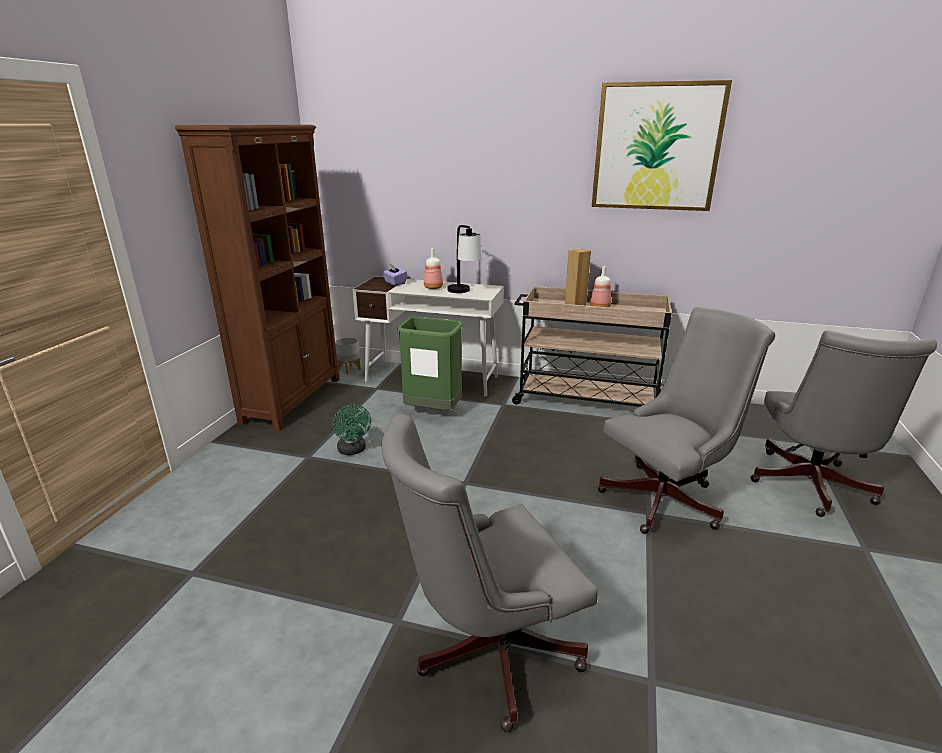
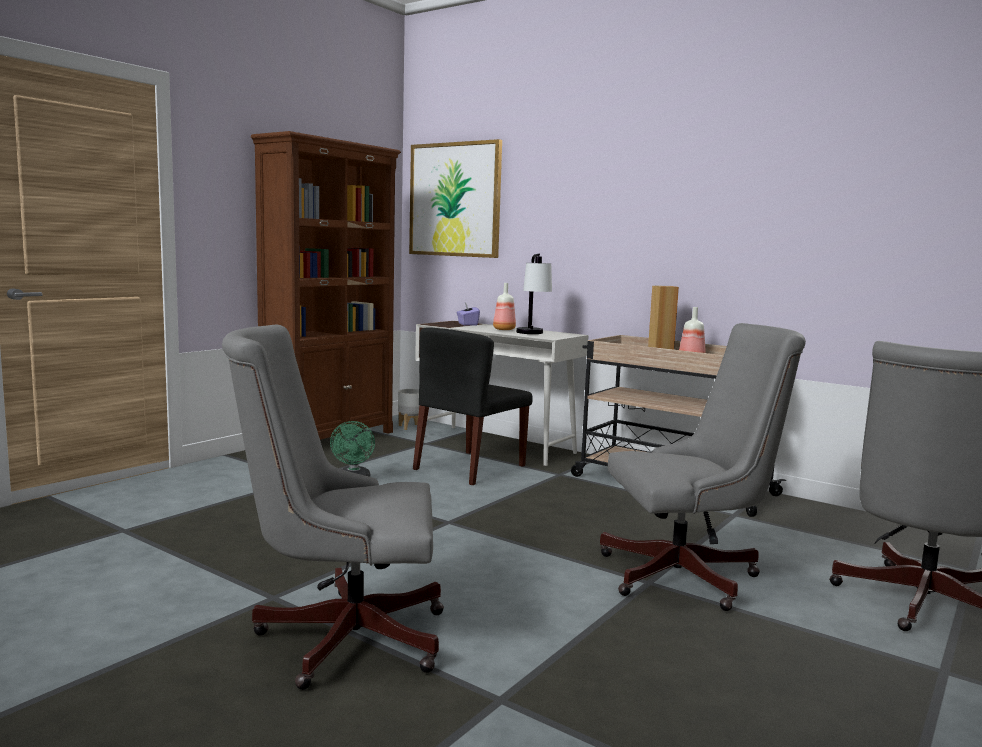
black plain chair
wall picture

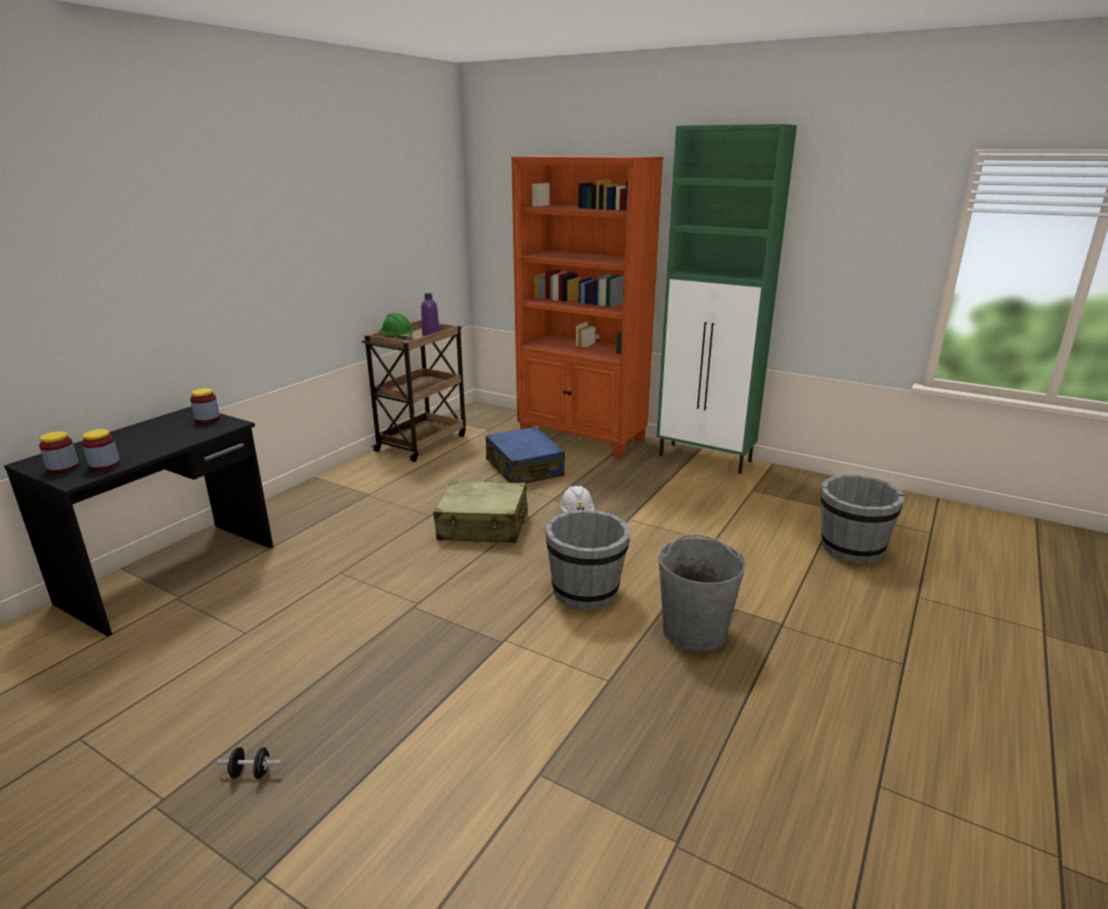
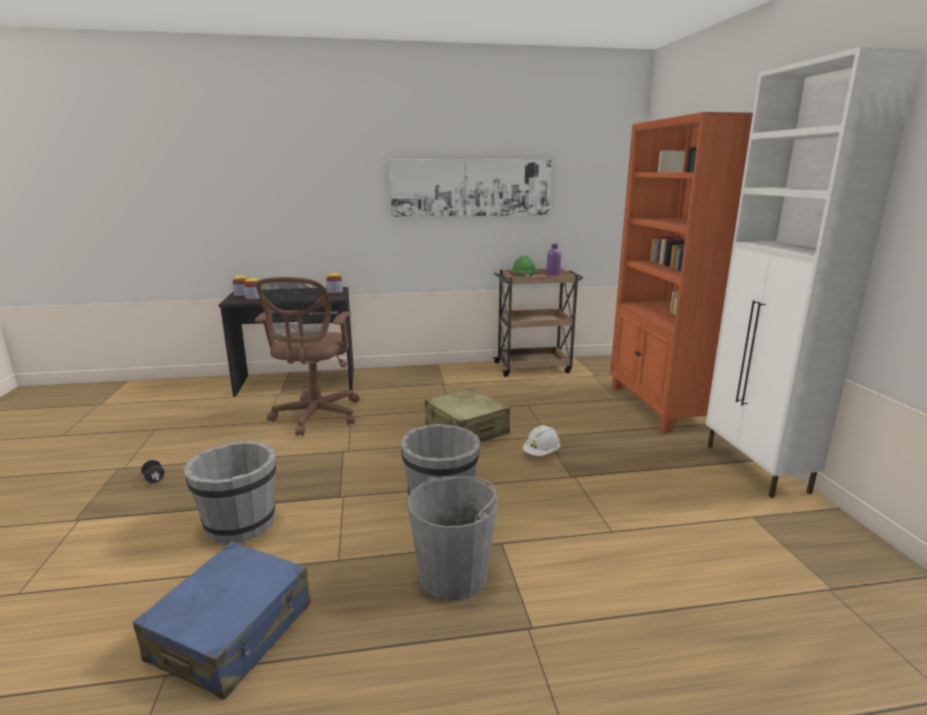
blue travel case
white-coloured cupboard
grey pail (1st from left)
brown-coloured computer chair
wall picture

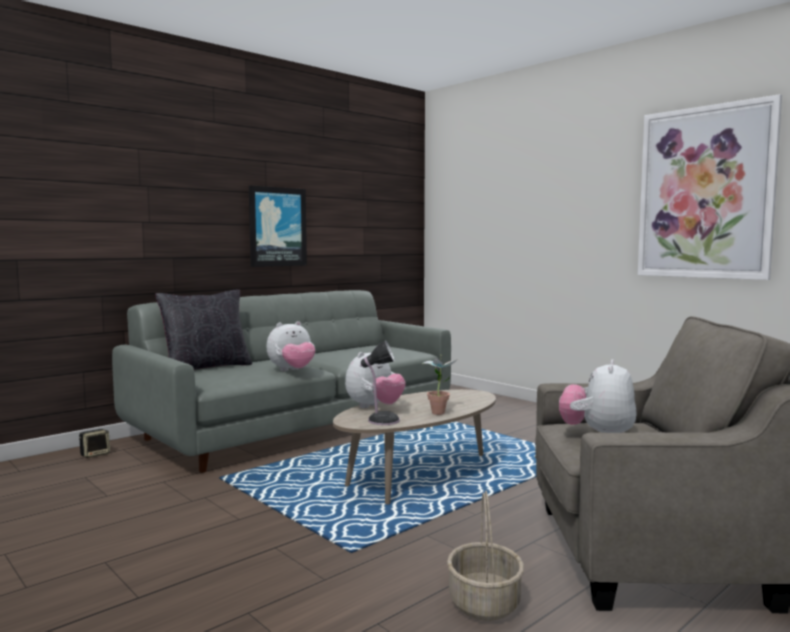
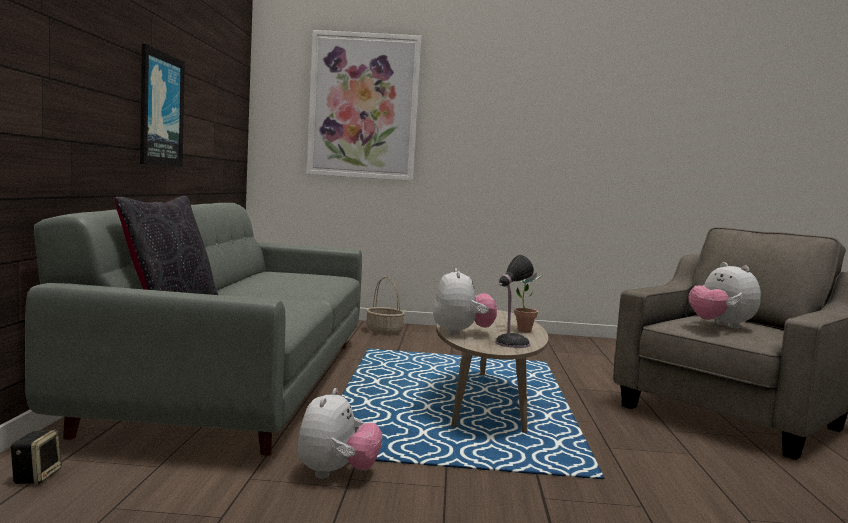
plush toy (1st from left)
household basket
wall picture (2nd from left)

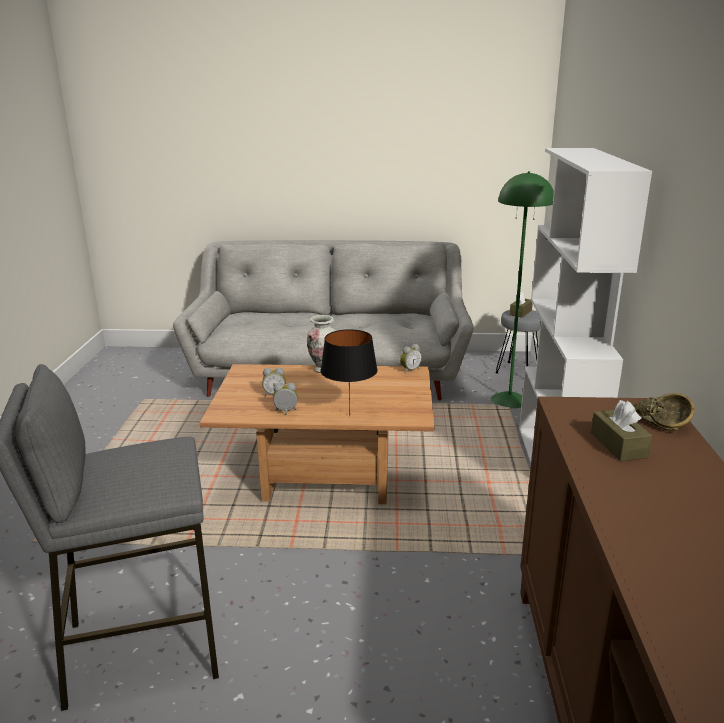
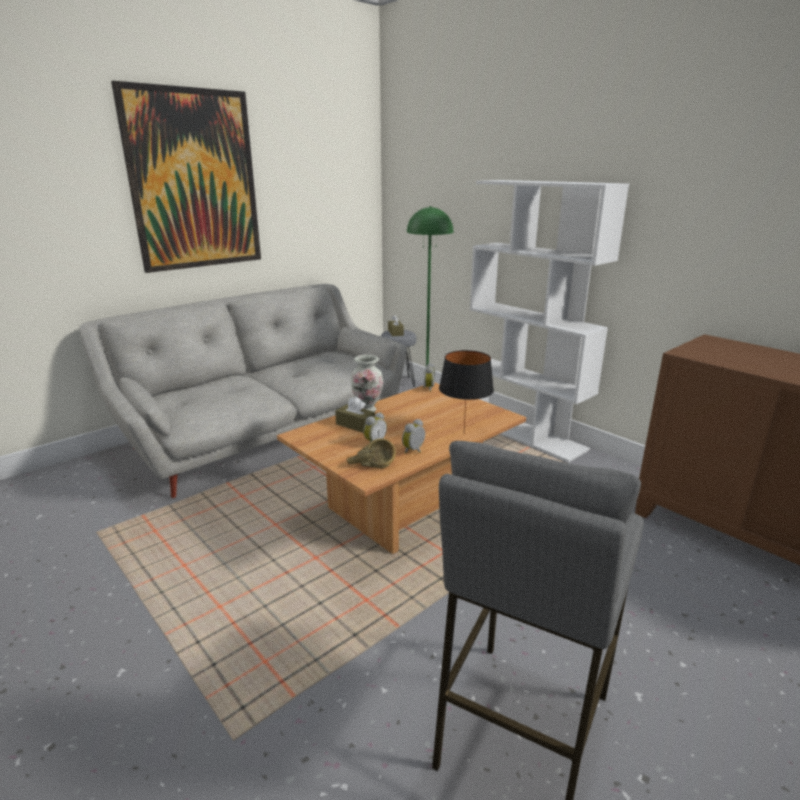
brown-coloured tissue holder (1st from left)
brown-coloured deep dish
wall picture

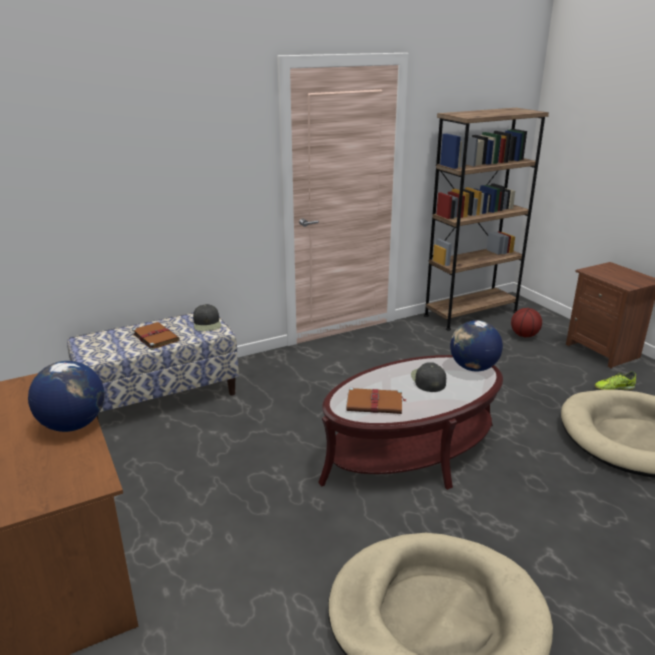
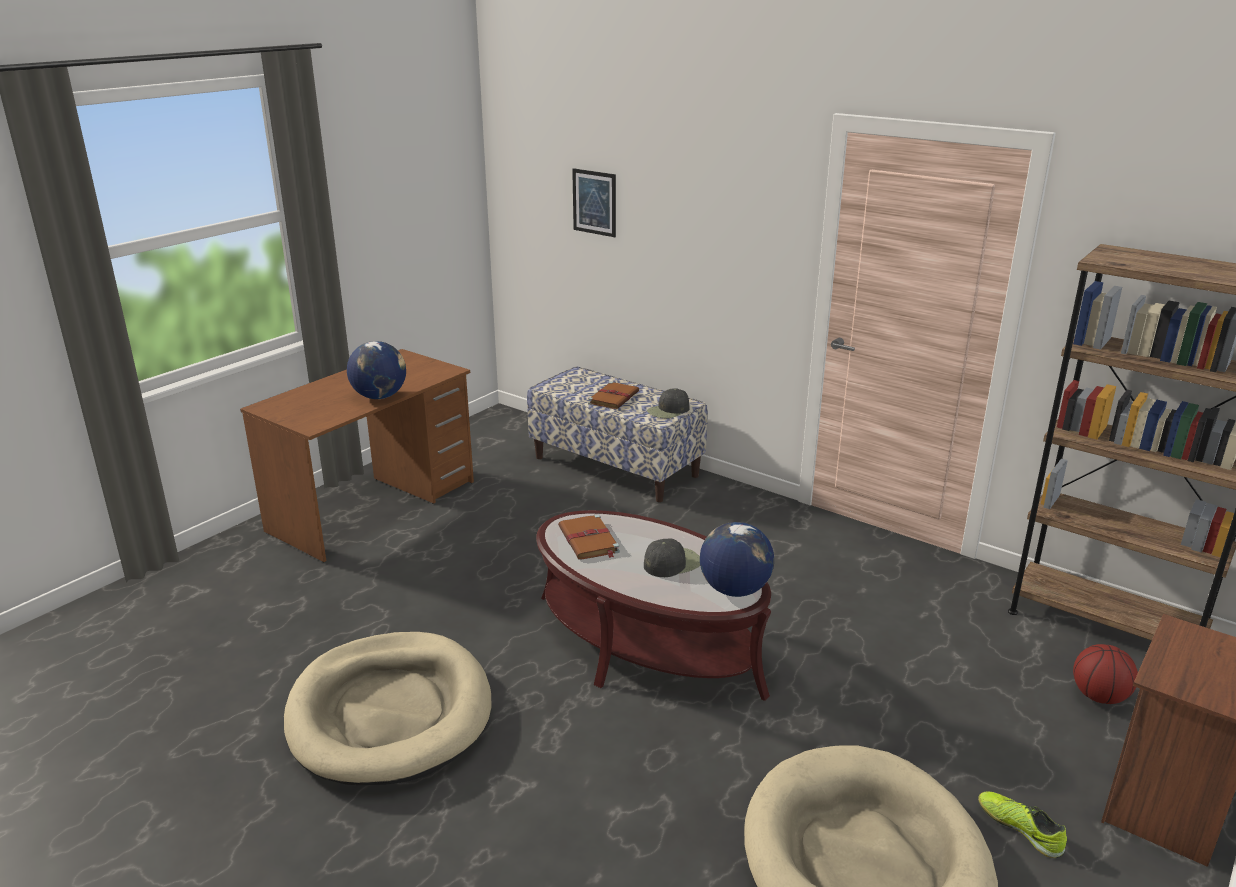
wall picture

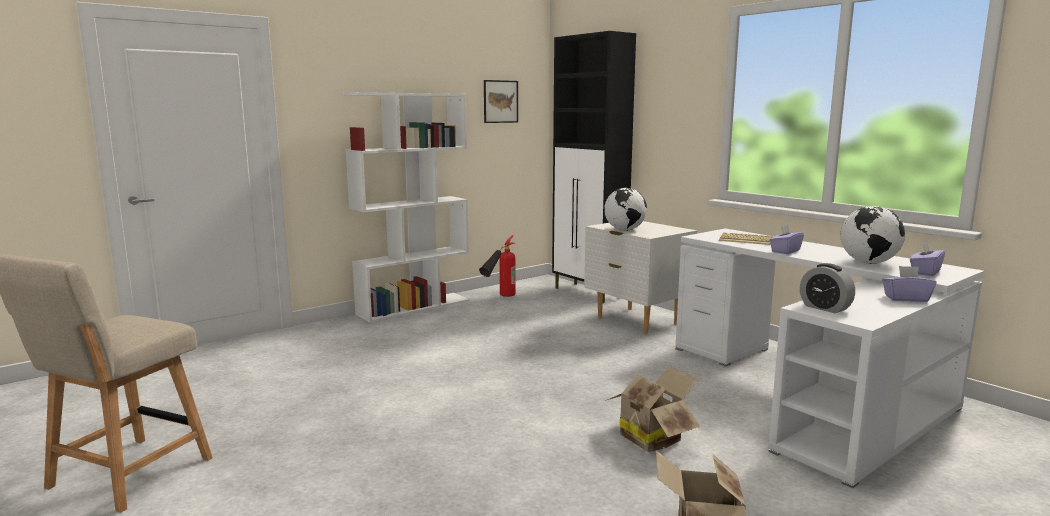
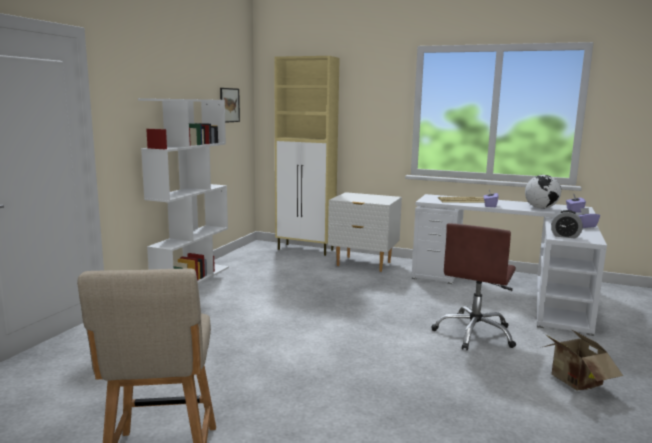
extinguisher
beige cupboard
world globe (1st from left in the first image)
brown-coloured computer chair

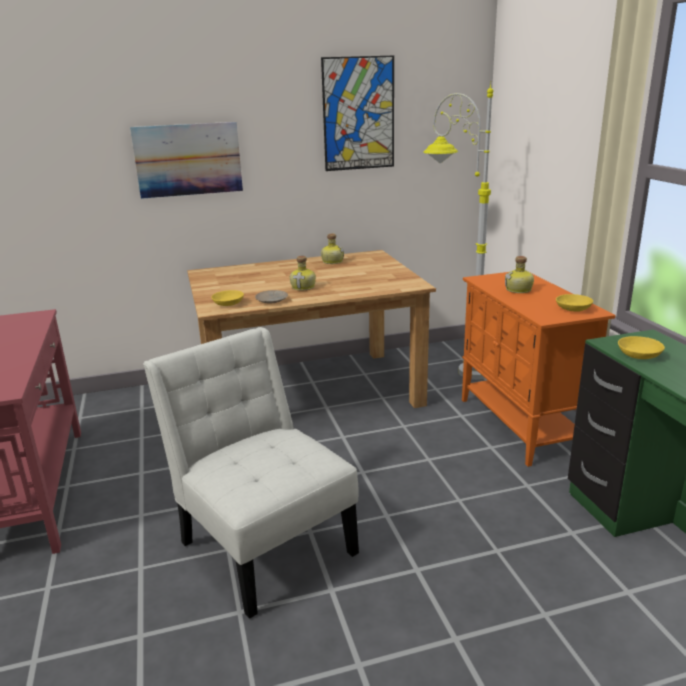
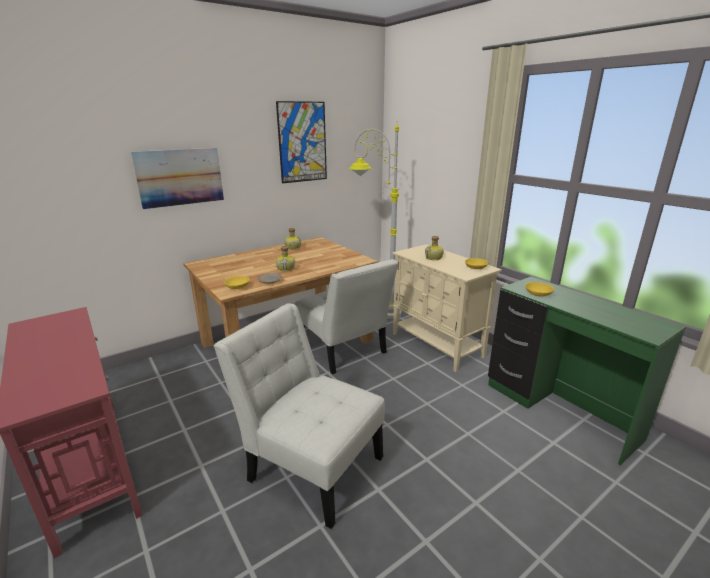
beige cupboard
white-coloured plain chair (2nd from left)

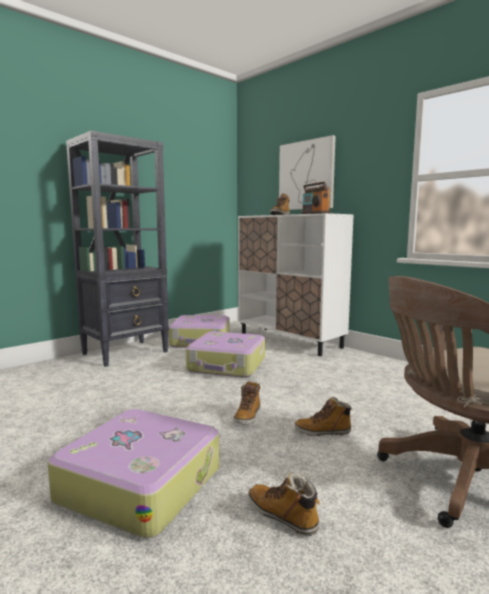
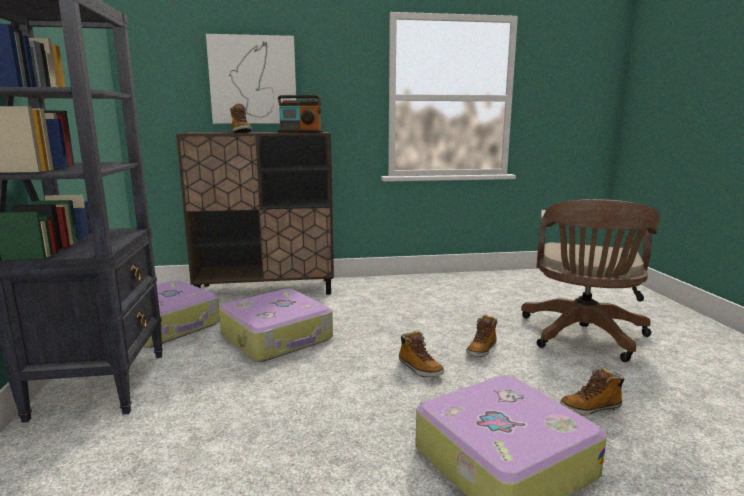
brown-coloured cupboard

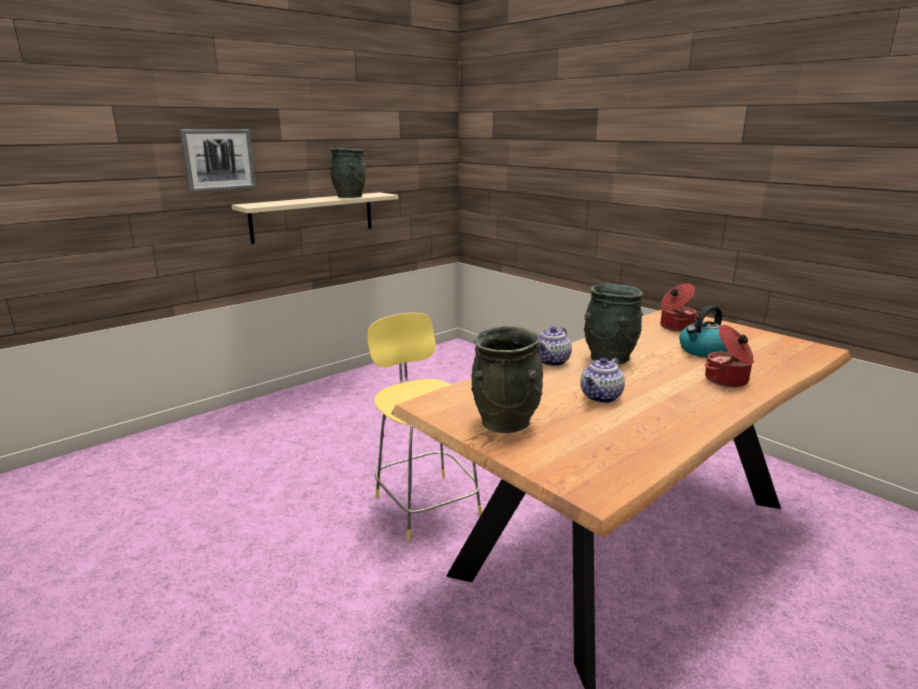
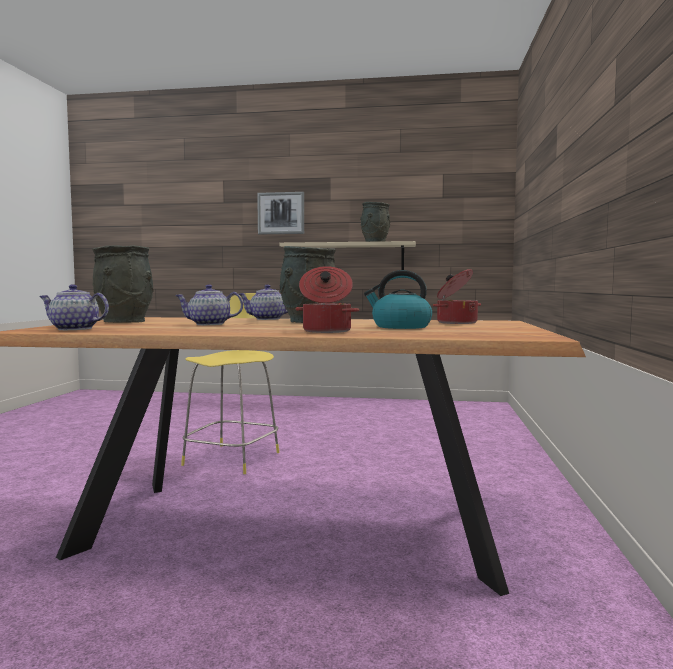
teapot (1st from left)

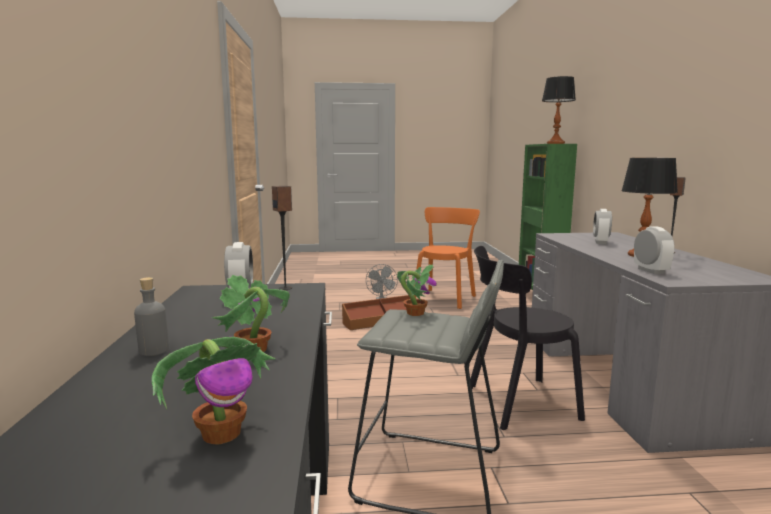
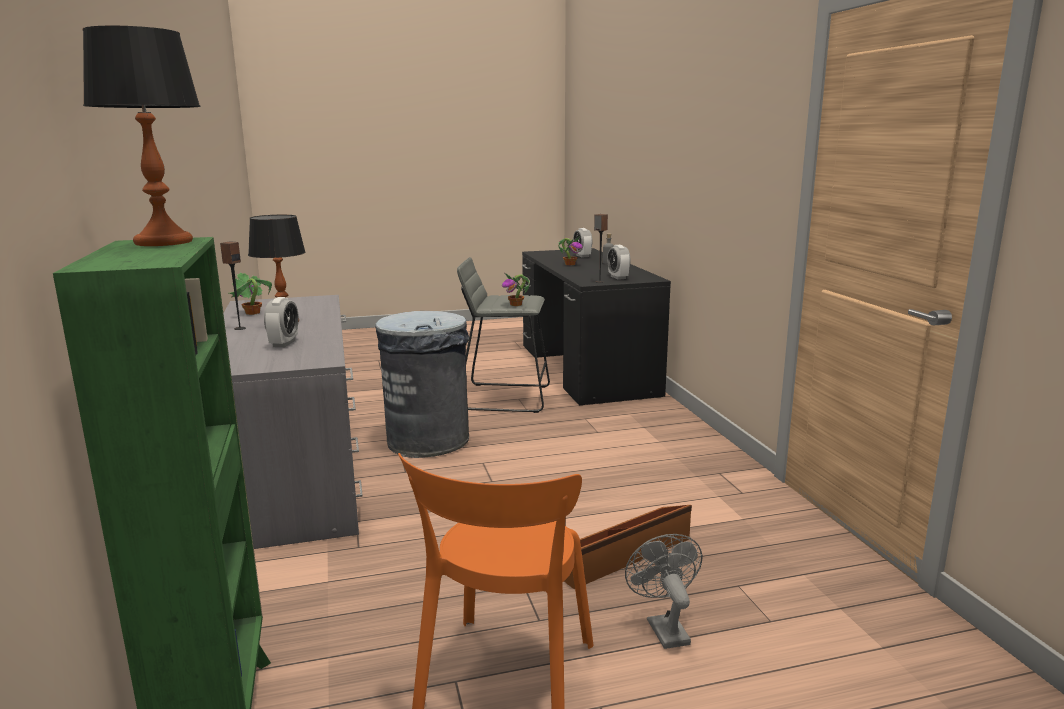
plant in a pot (1st from left)
grey waste bin
alarm clock (2nd from left)

